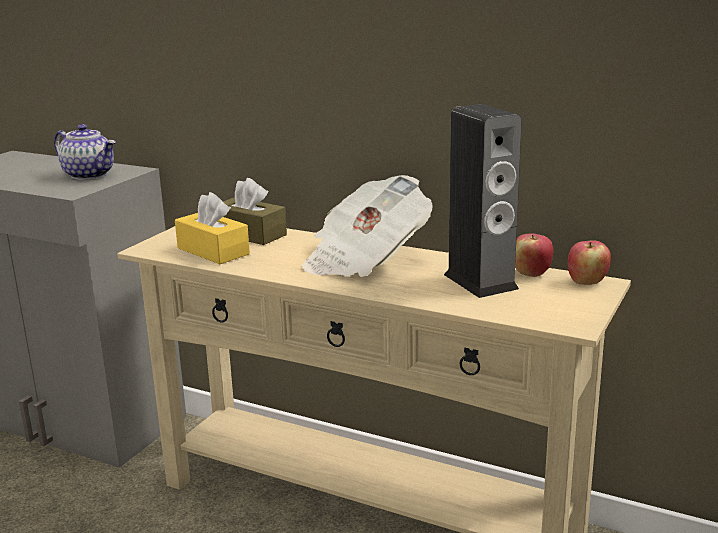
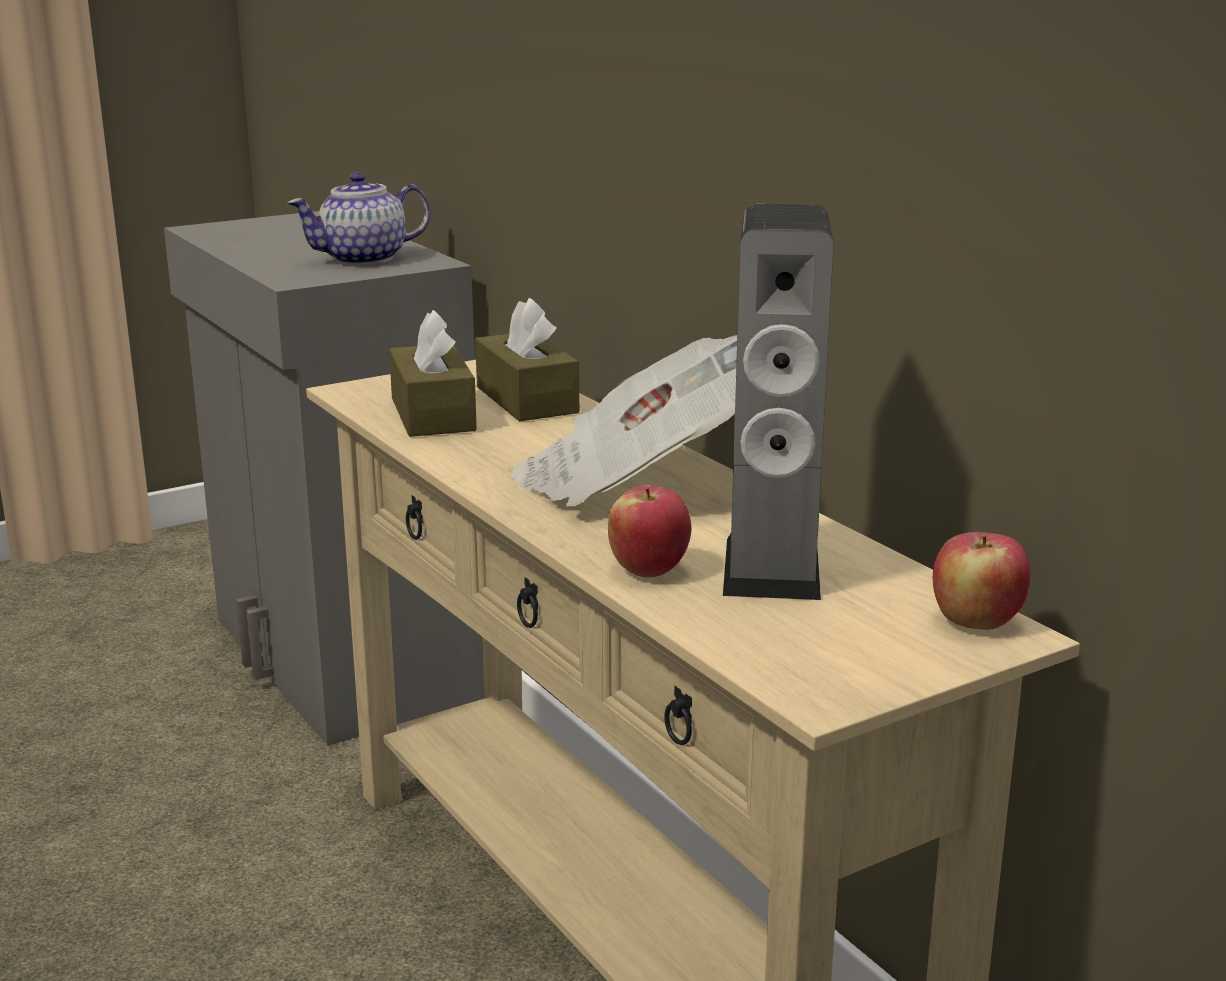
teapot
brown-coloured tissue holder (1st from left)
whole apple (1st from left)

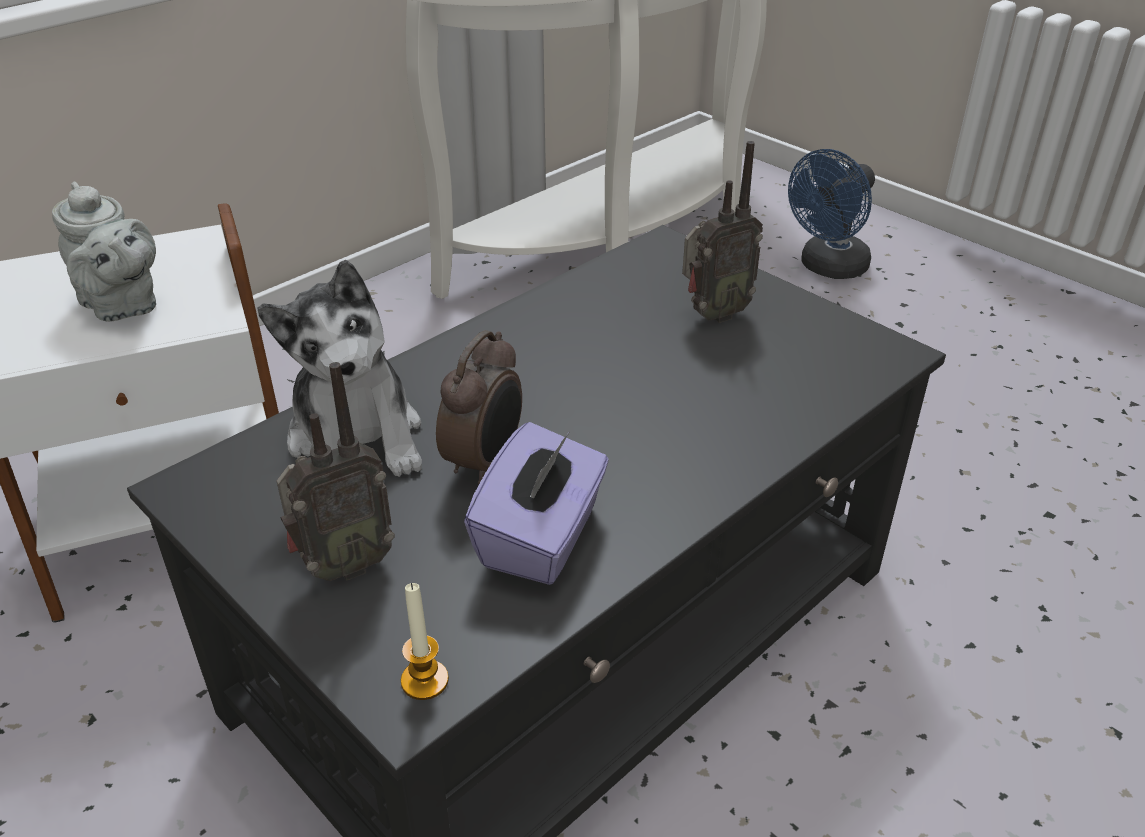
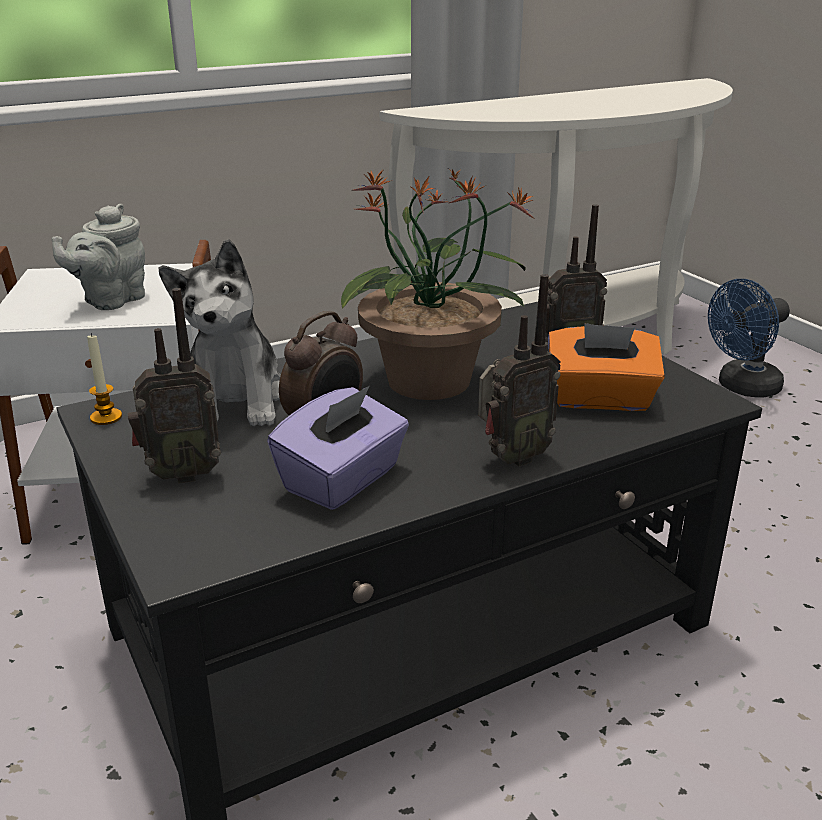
grey teapot
candle
plant in a pot
radio (2nd from left)
orange-coloured tissue holder

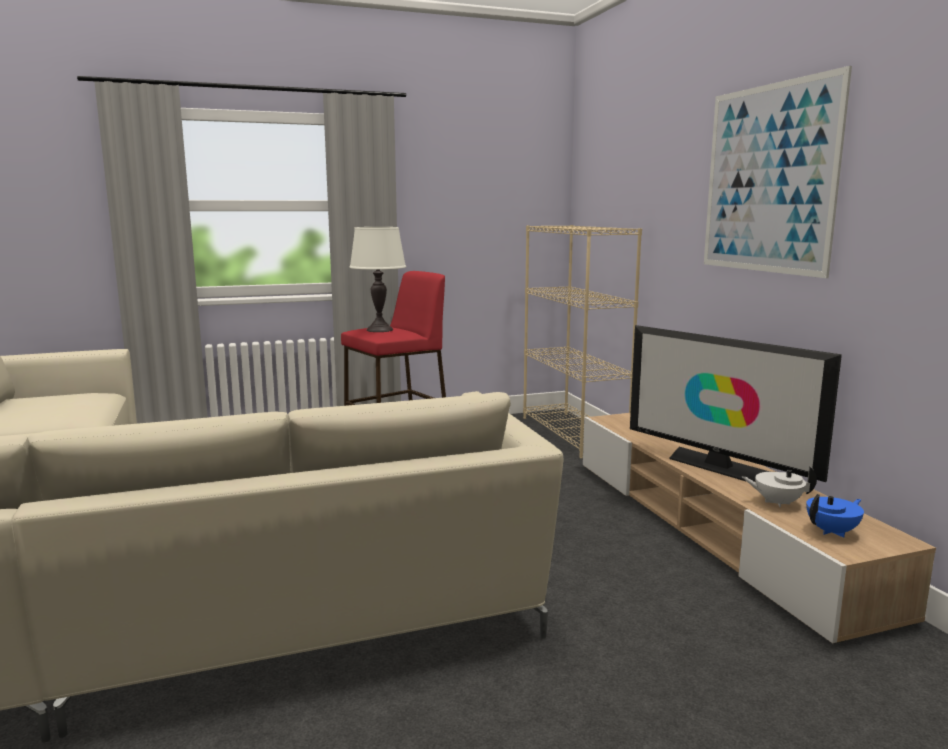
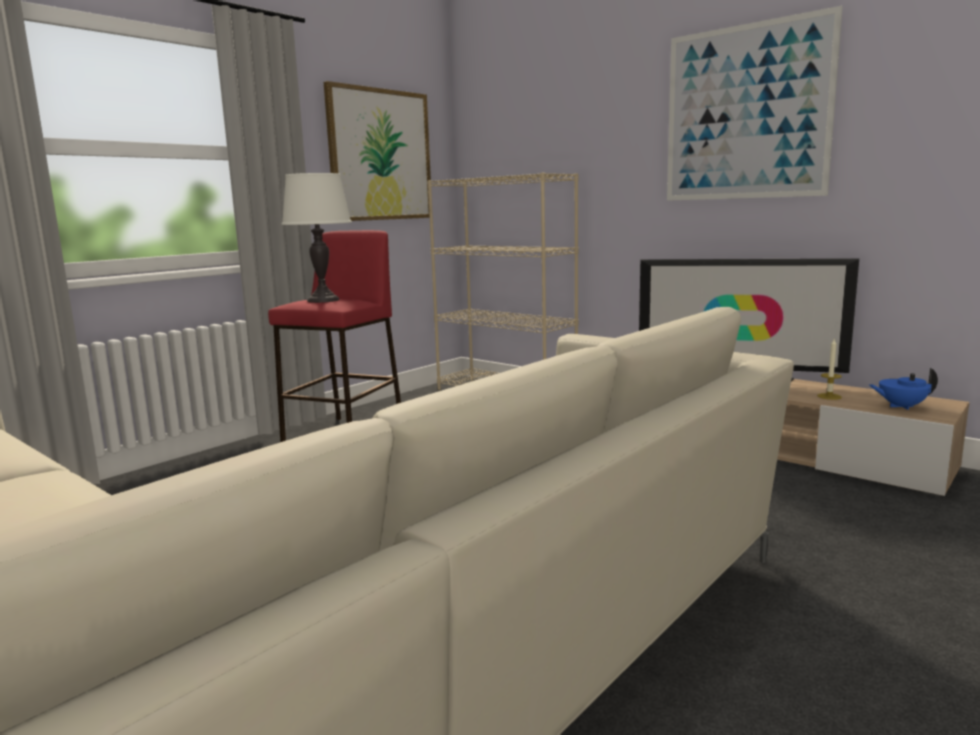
candle
blue teapot
wall picture (1st from left)

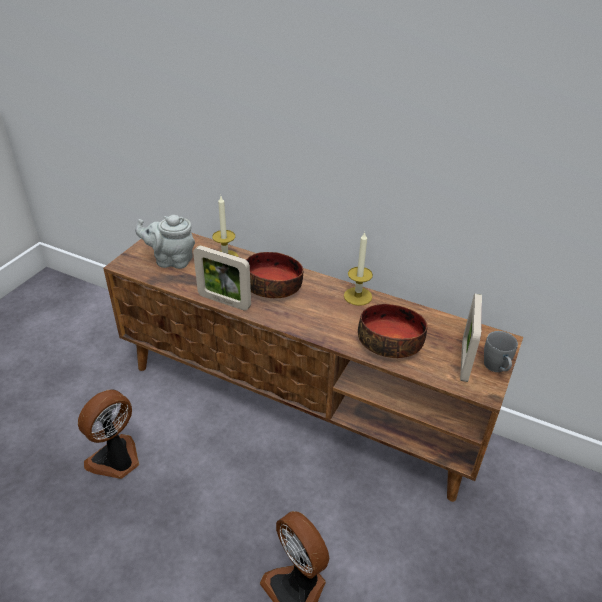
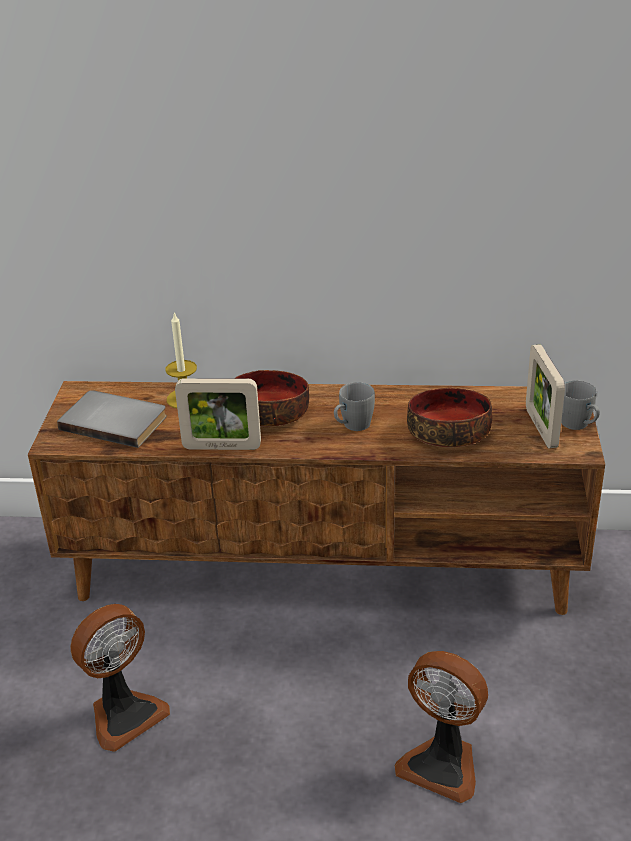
electric fan (1st from left)
grey bound book
candle (2nd from left in the first image)
grey mug (1st from left)

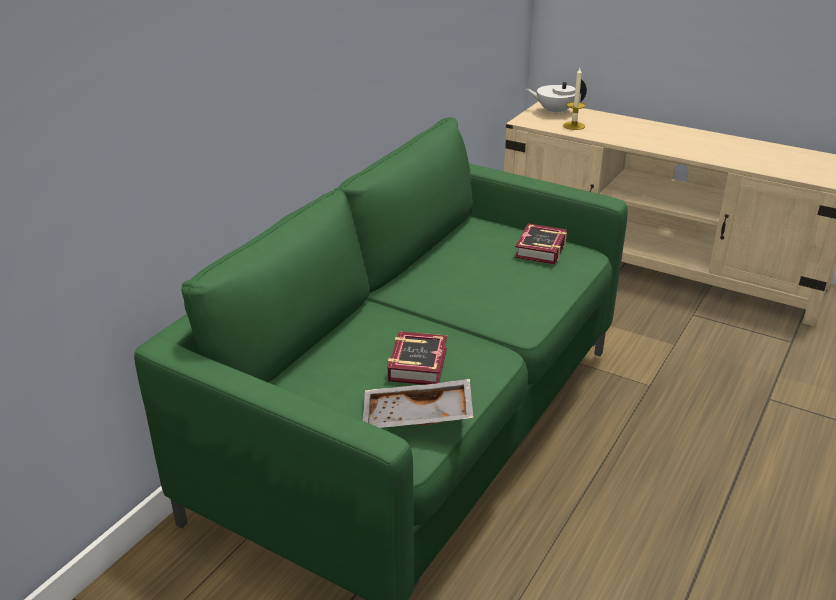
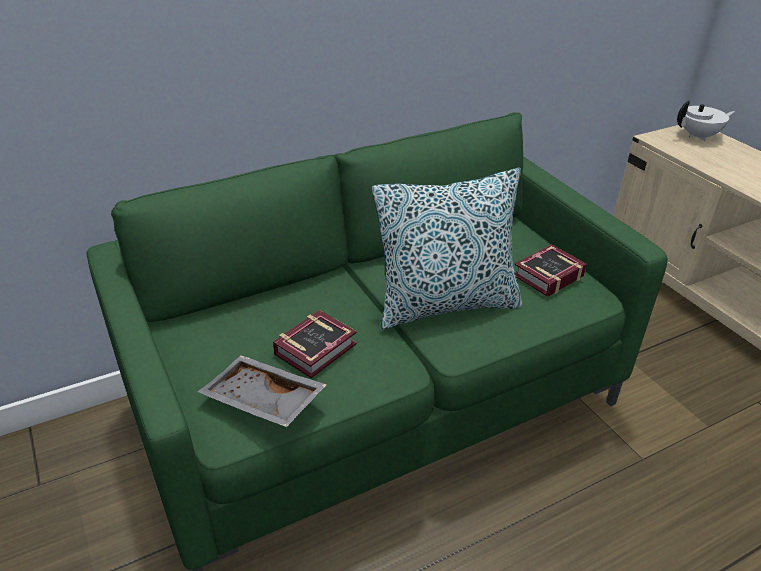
white-coloured teapot
candle
throw pillow

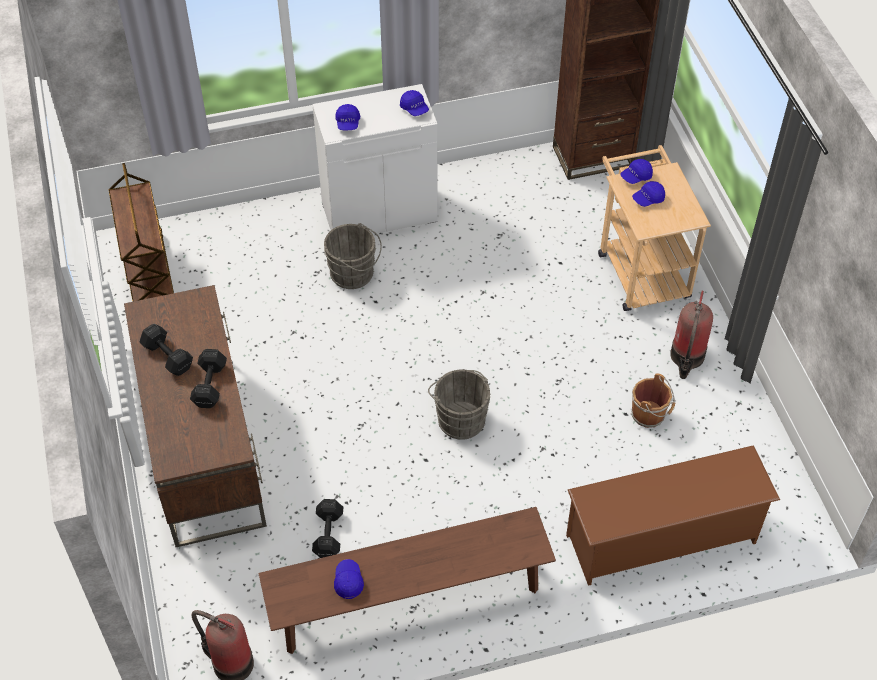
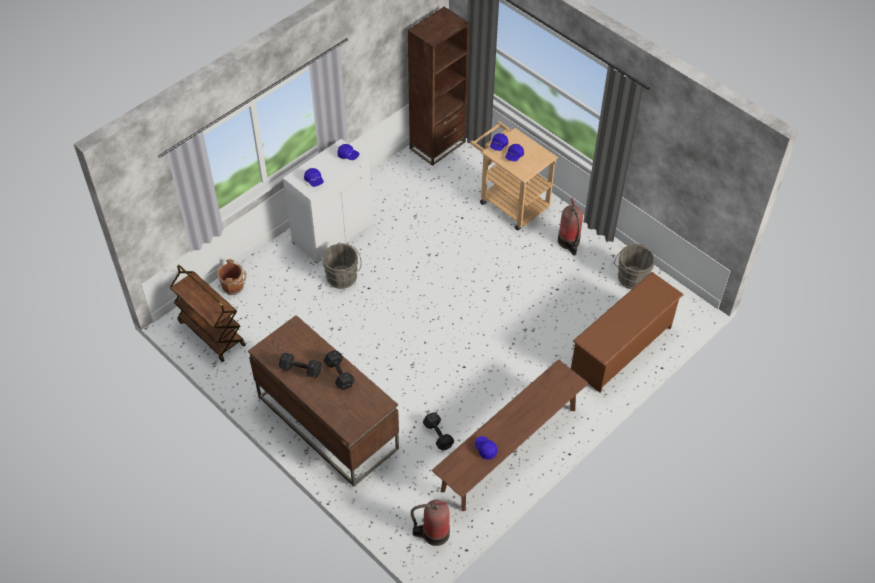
grey pail (2nd from left)
brown-coloured pail

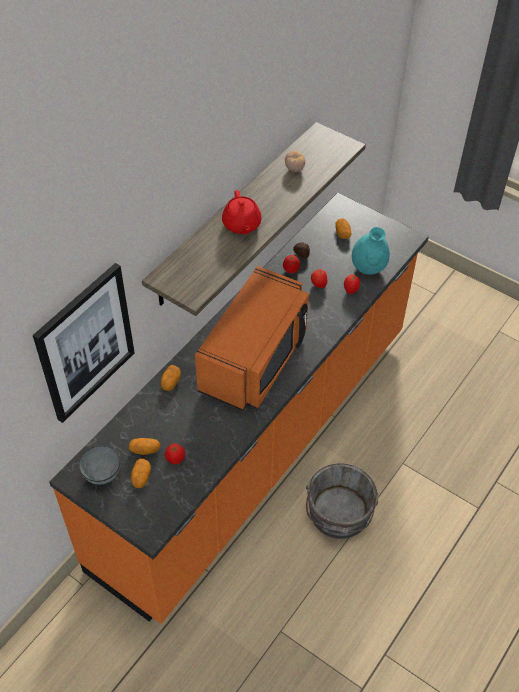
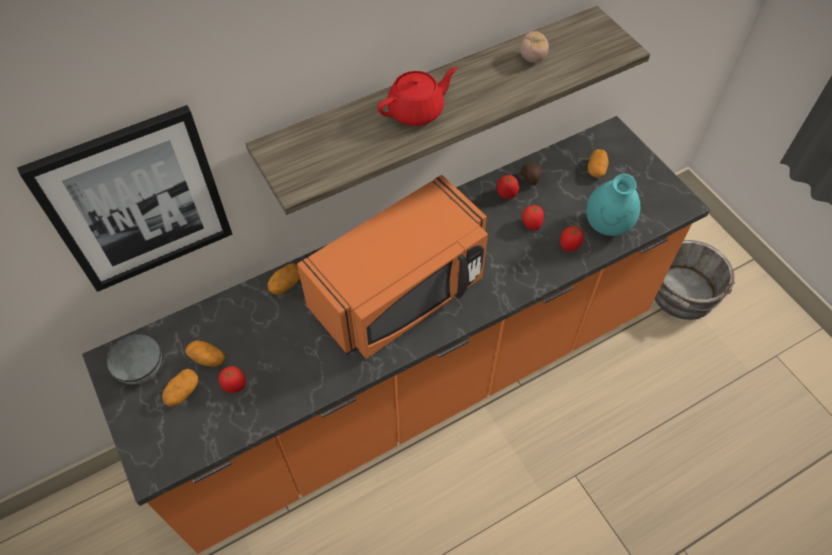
reddish teapot
grey pail

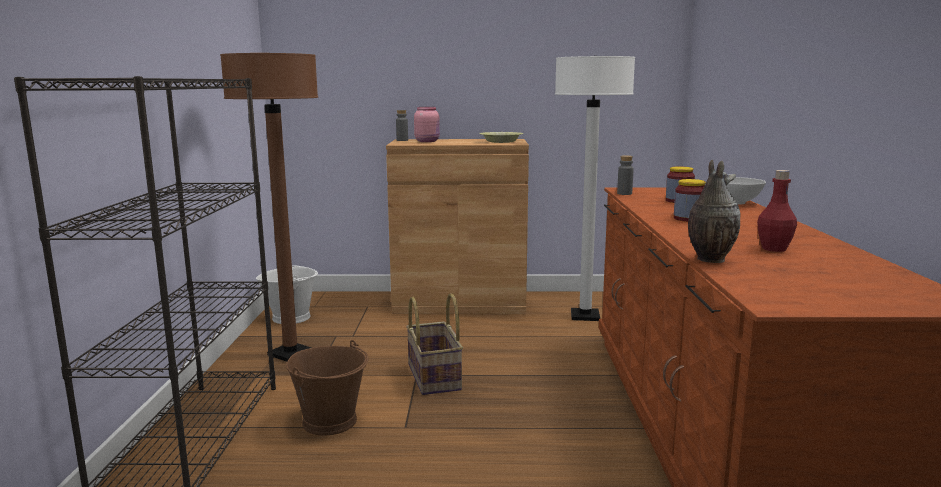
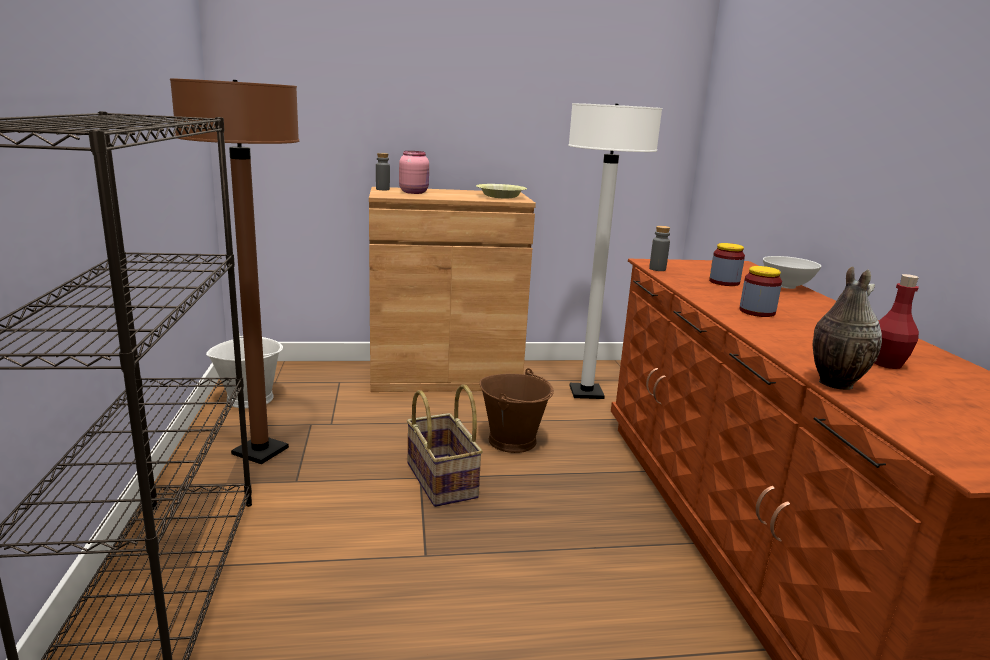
brown-coloured pail

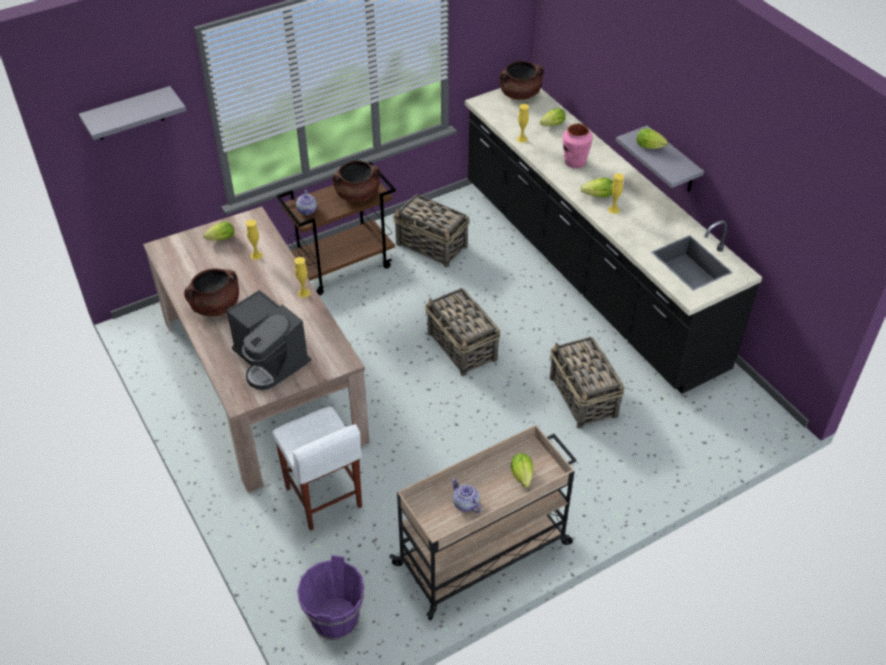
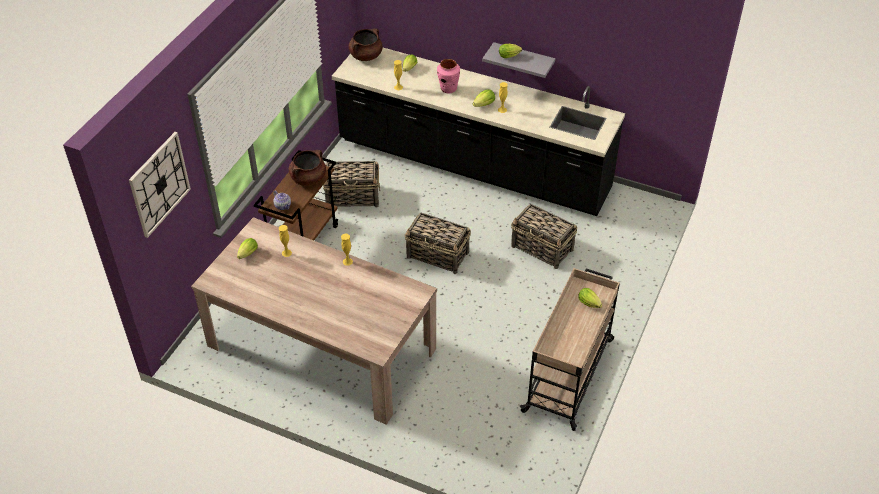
wall clock
brown-coloured saucepot (1st from left in the first image)
coffee machine
white-coloured stool seat
purple pail
teapot (2nd from left in the first image)

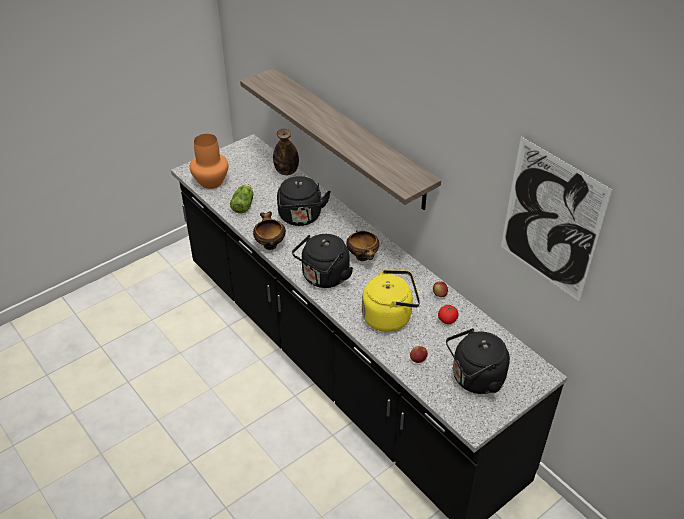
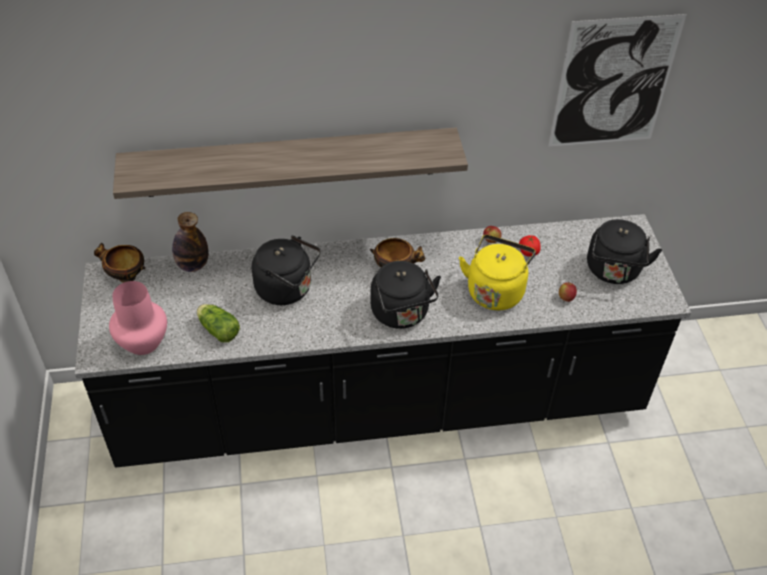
pinkish flower vase
deep dish (1st from left)

